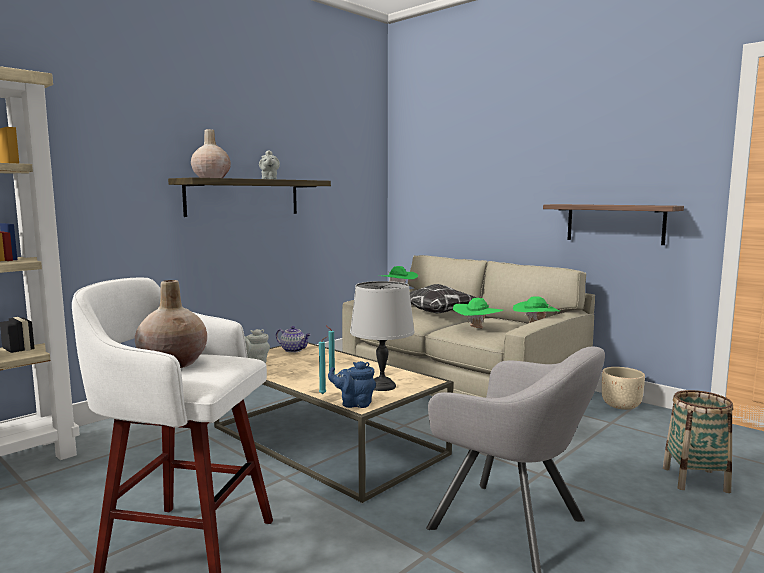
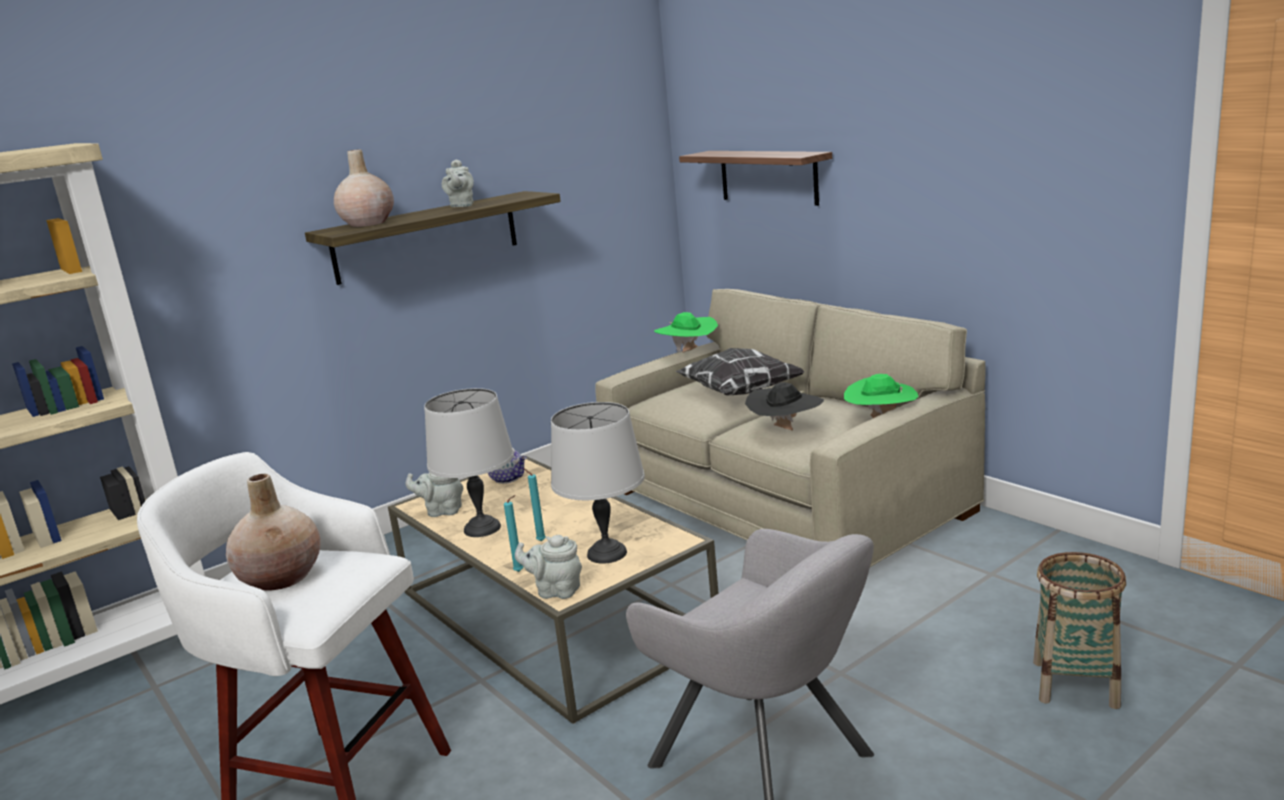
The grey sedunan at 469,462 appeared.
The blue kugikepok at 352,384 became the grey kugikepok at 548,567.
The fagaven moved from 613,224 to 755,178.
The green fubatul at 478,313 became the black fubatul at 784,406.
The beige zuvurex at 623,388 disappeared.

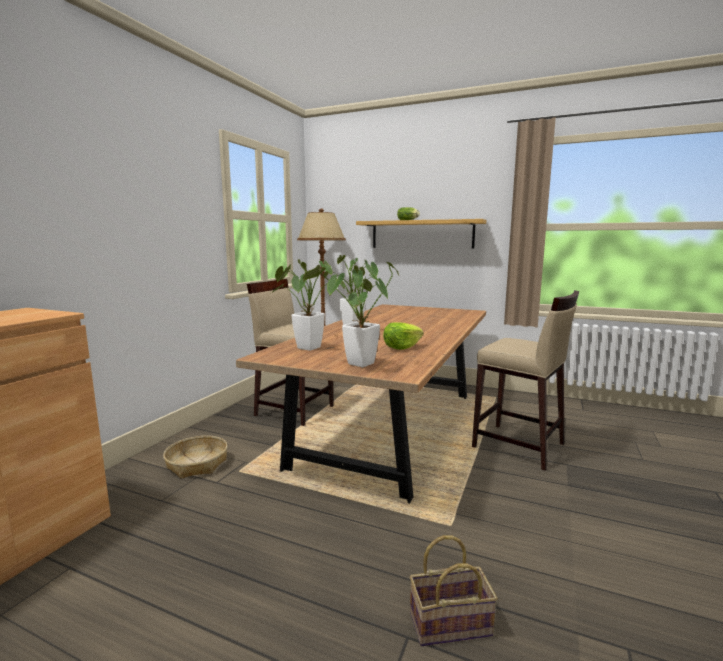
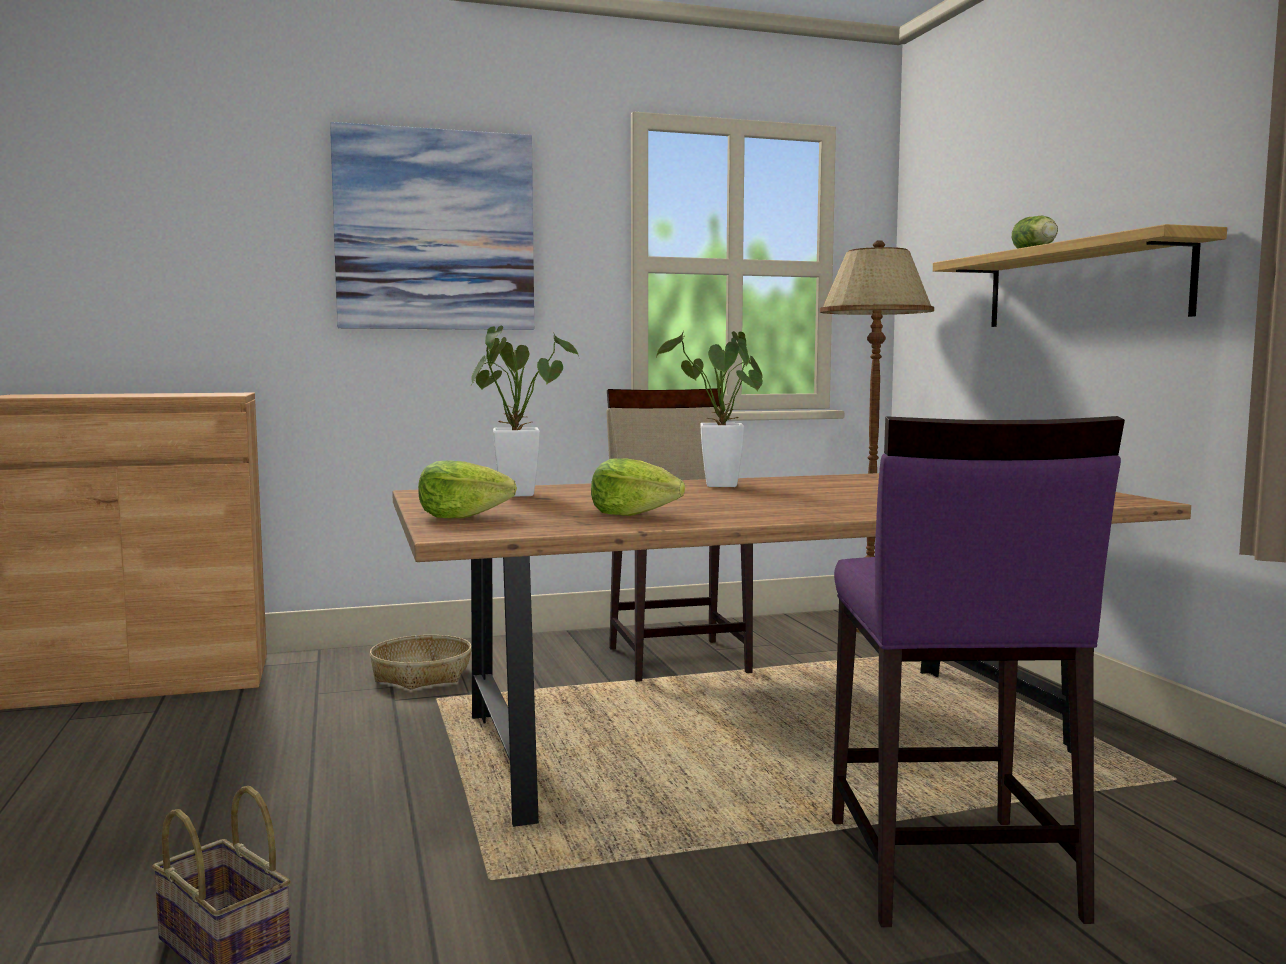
The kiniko at 432,226 appeared.
The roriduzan at 351,314 was replaced by the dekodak at 467,489.
The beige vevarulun at 525,380 became the purple vevarulun at 978,671.

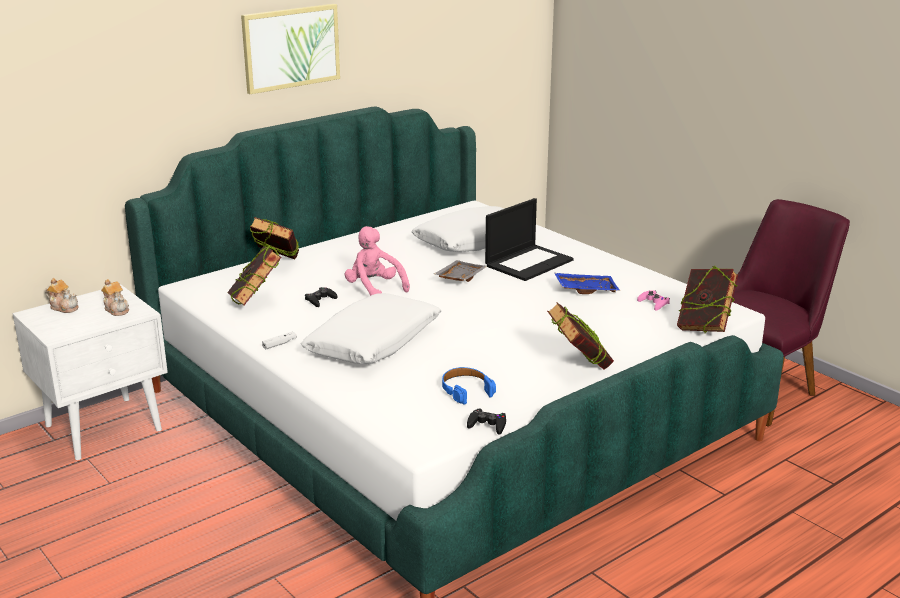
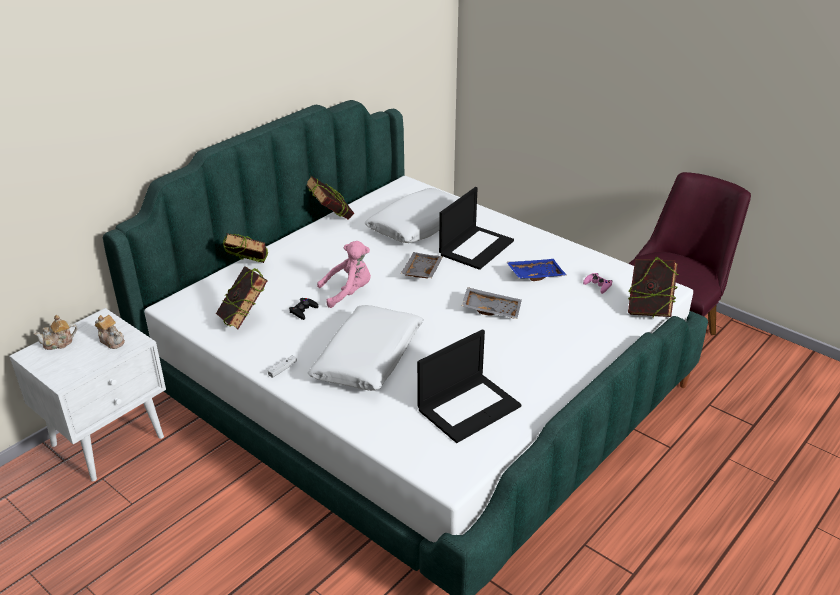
The kugikepok at 62,295 turned 135 degrees clockwise.
The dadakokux moved from 580,336 to 330,197.
The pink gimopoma at 377,261 turned 120 degrees clockwise.
The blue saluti at 469,386 was replaced by the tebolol at 469,386.
The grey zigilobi at 492,303 appeared.
The kiniko at 290,49 disappeared.
The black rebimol at 486,421 disappeared.

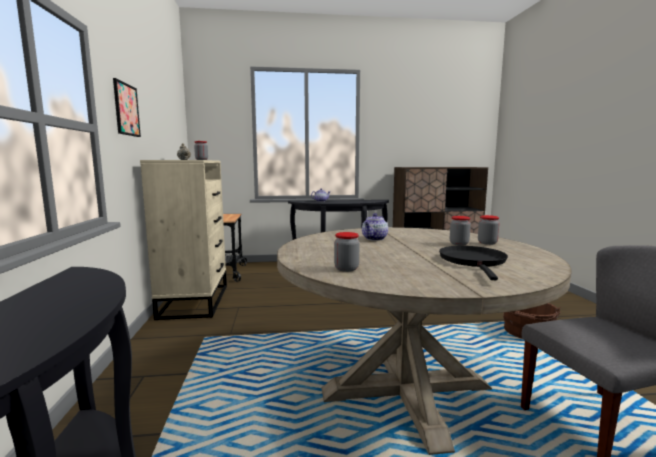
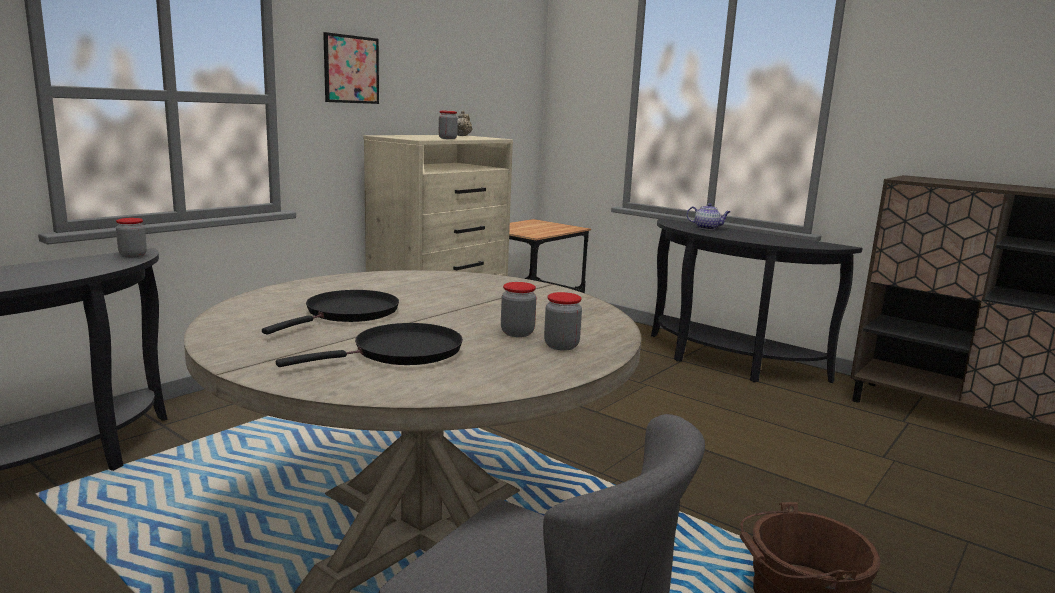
The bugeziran moved from 347,252 to 131,238.
The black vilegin at 330,312 appeared.
The kugikepok at 375,227 disappeared.

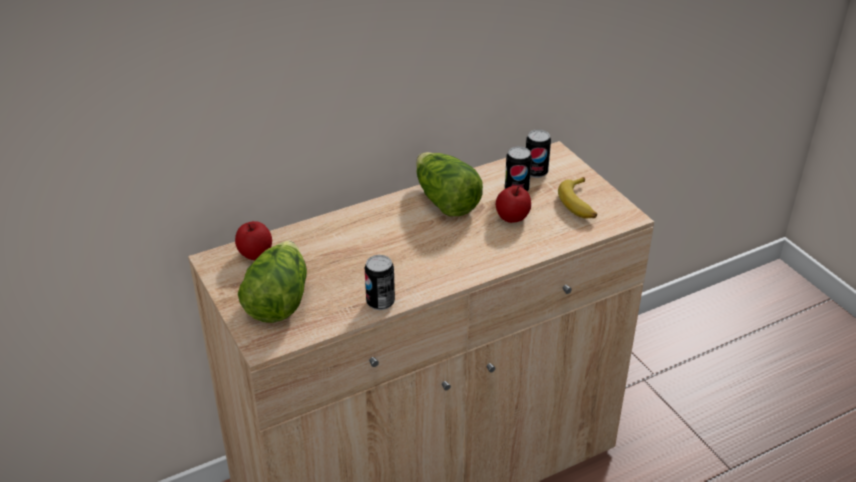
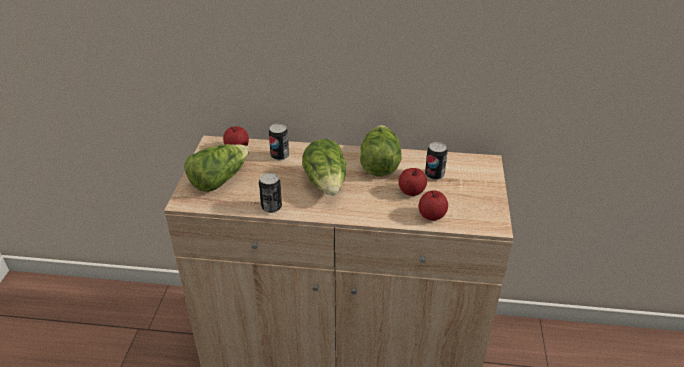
The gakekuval moved from 538,153 to 279,142.
The dekodak at 324,167 appeared.
The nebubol at 433,205 appeared.
The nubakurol at 577,198 disappeared.

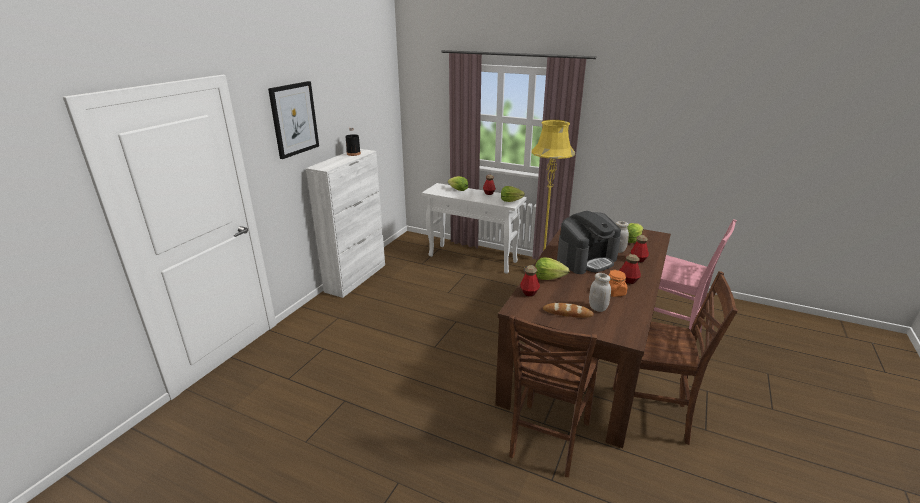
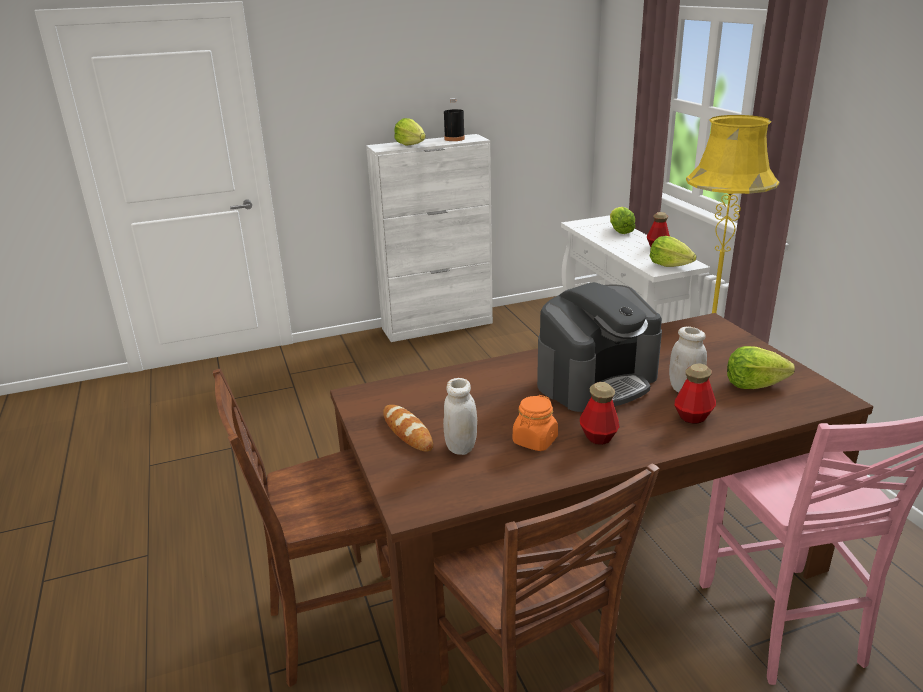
The dekodak moved from 552,268 to 410,132.
The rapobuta at 589,242 turned 45 degrees counterclockwise.
The kiniko at 293,120 disappeared.
The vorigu at 530,280 disappeared.

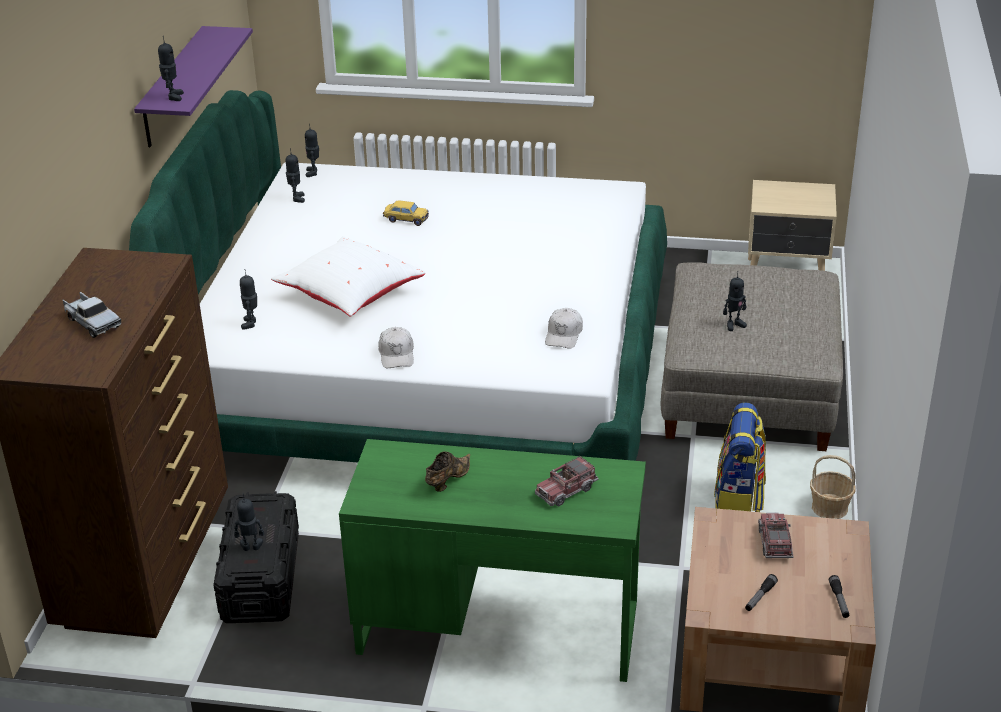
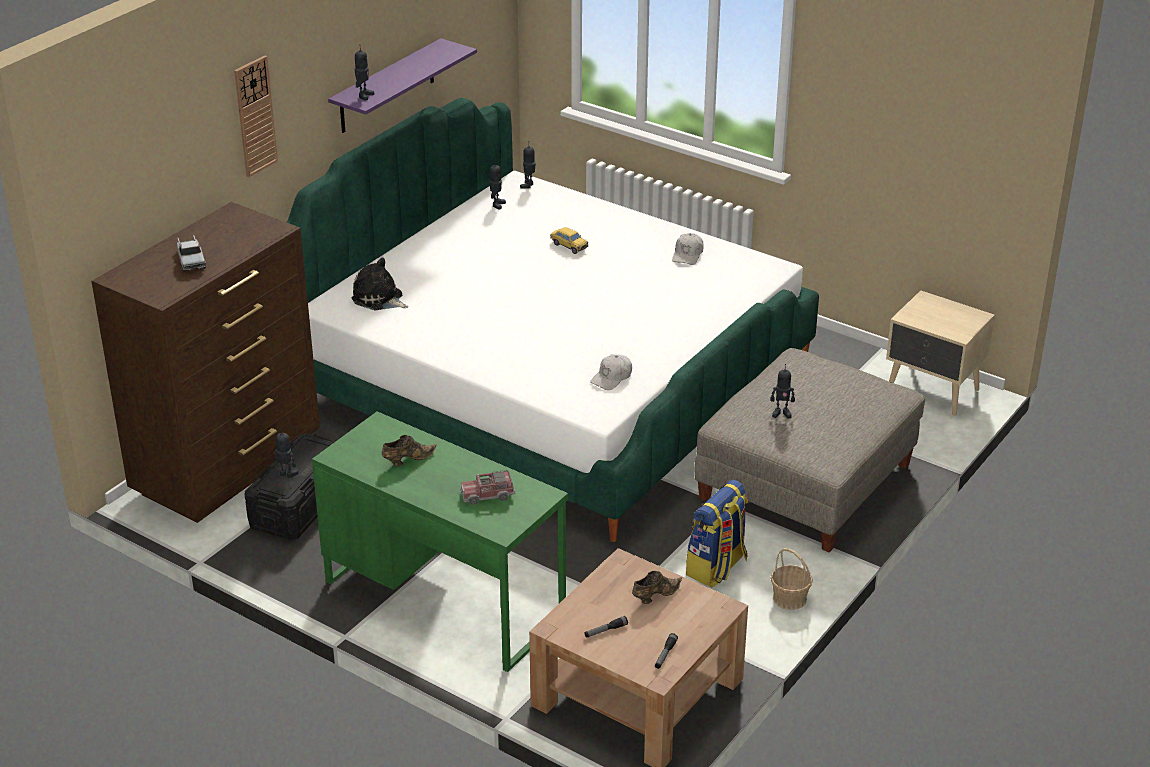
The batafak at 256,116 appeared.
The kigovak at 248,299 was replaced by the gimopoma at 380,284.
The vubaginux at 776,535 was replaced by the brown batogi at 657,587.
The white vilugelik moved from 396,347 to 688,249.
The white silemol at 348,276 disappeared.

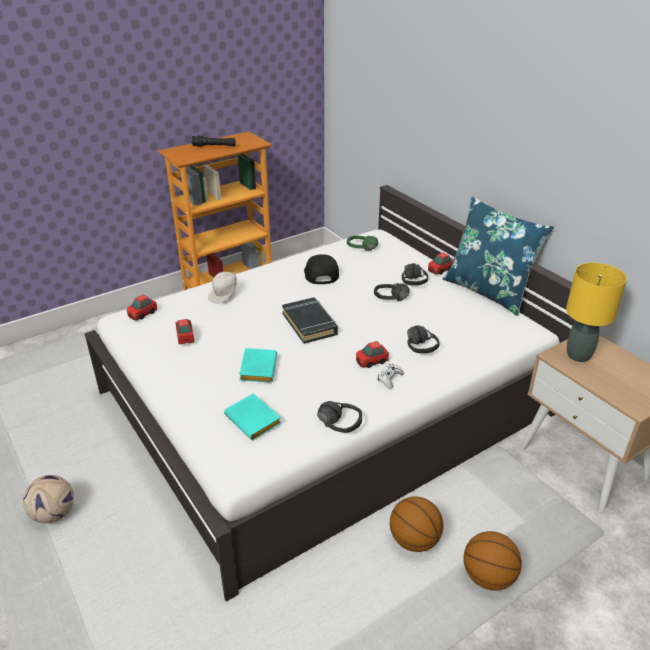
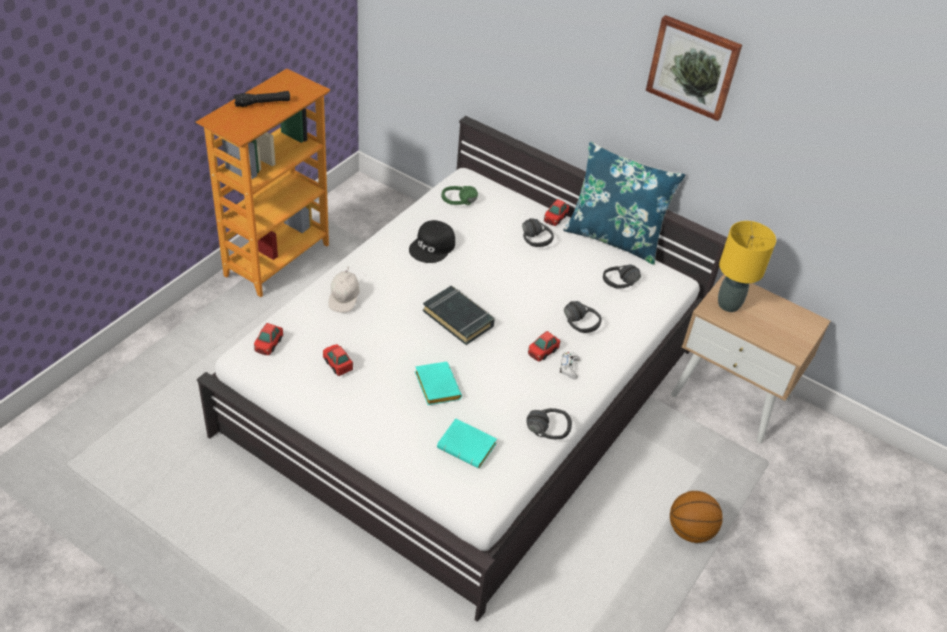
The black vilugelik at 321,269 turned 120 degrees counterclockwise.
The black saluti moved from 392,292 to 622,277.
The kiniko at 694,68 appeared.
The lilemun at 48,499 disappeared.
The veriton at 416,524 disappeared.

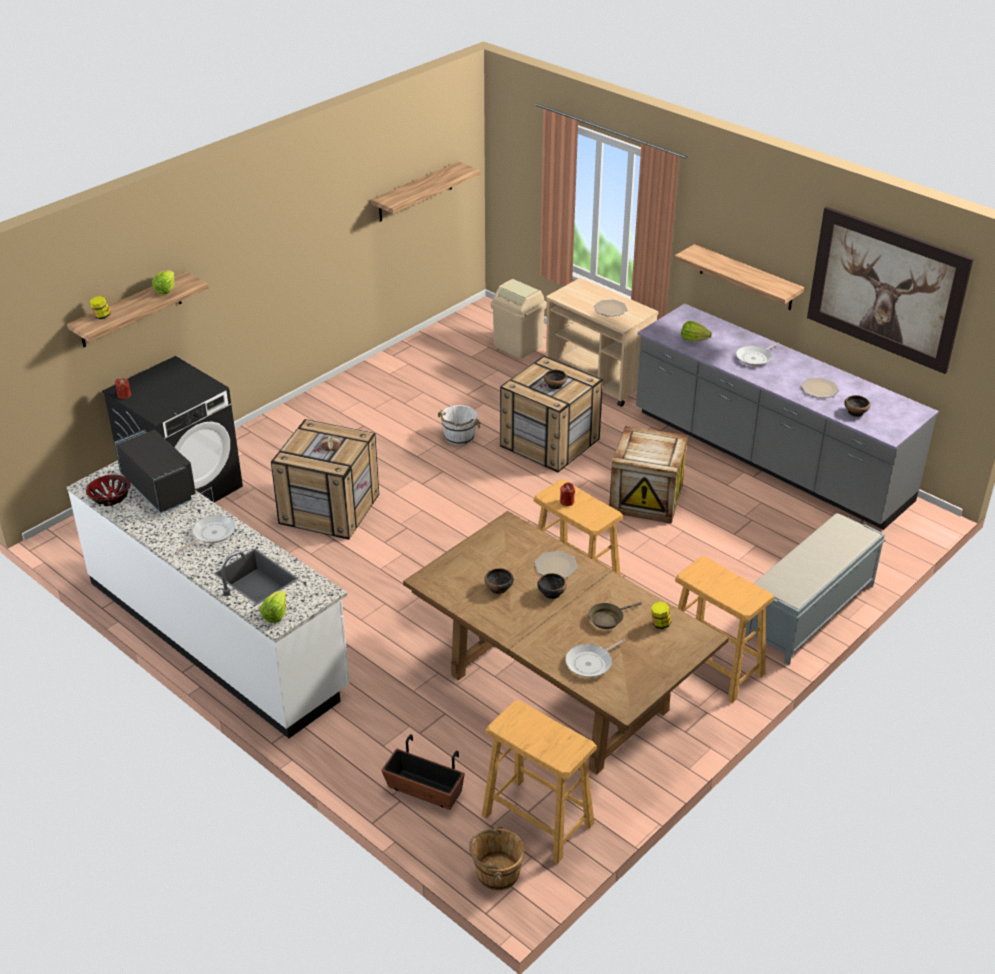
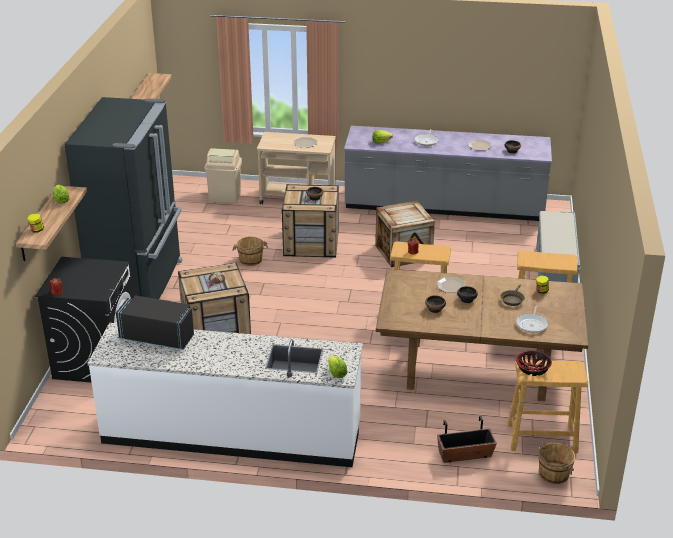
The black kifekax at 123,198 appeared.
The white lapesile at 459,425 became the brown lapesile at 250,251.
The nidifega moved from 108,490 to 534,363.
The vilegin at 206,533 disappeared.
The fagaven at 739,277 disappeared.
The kiniko at 890,290 disappeared.

